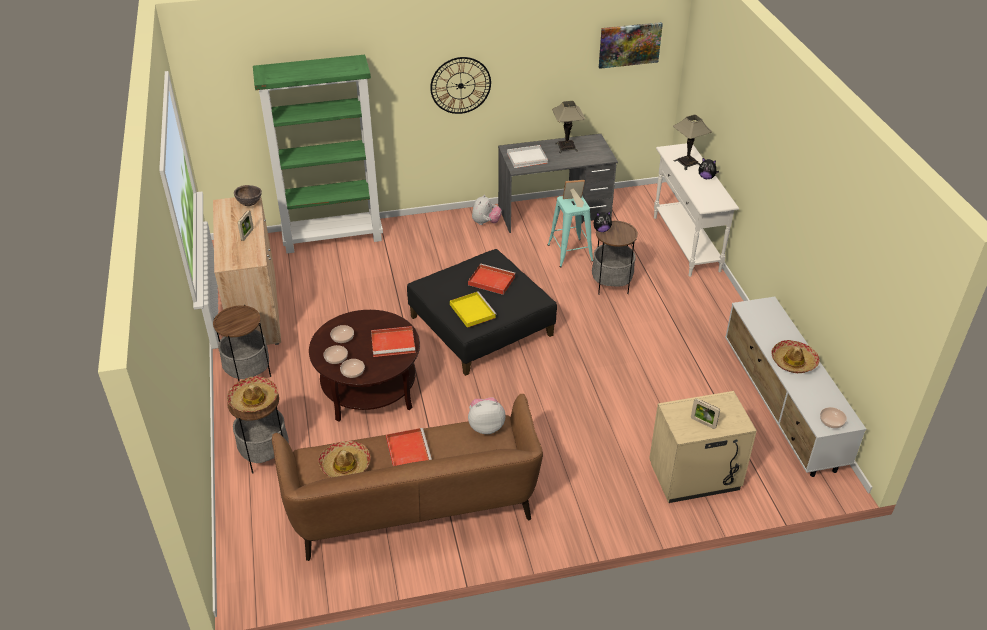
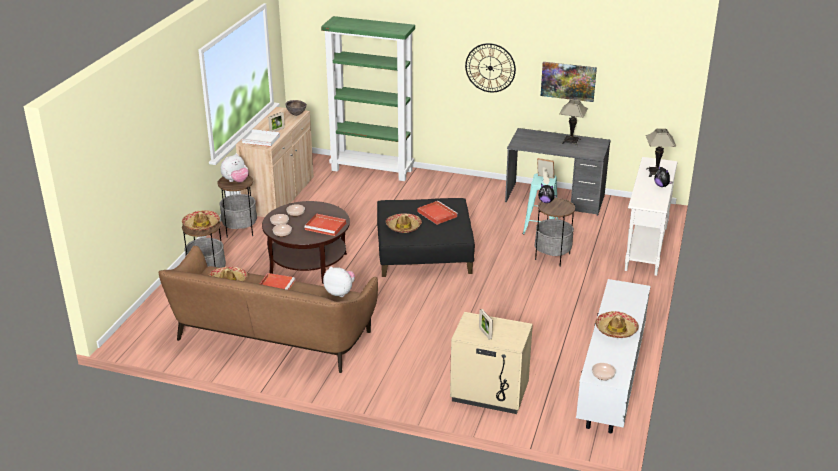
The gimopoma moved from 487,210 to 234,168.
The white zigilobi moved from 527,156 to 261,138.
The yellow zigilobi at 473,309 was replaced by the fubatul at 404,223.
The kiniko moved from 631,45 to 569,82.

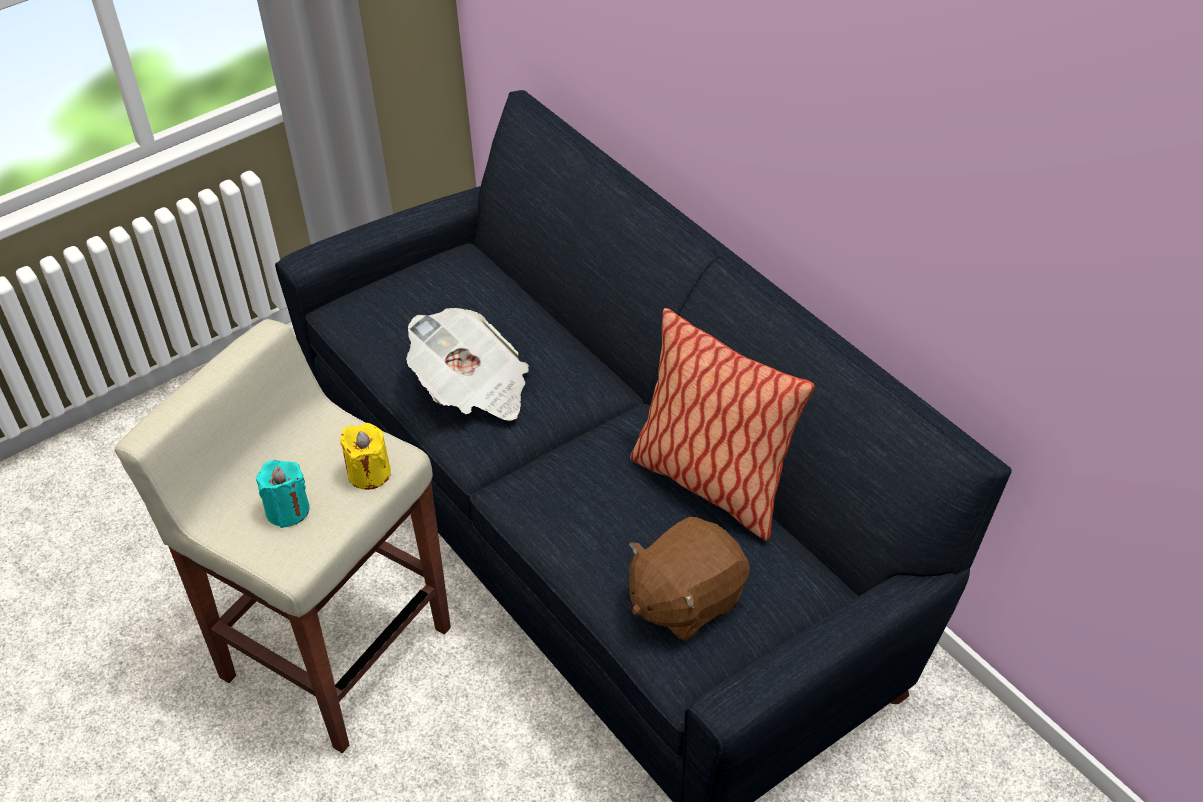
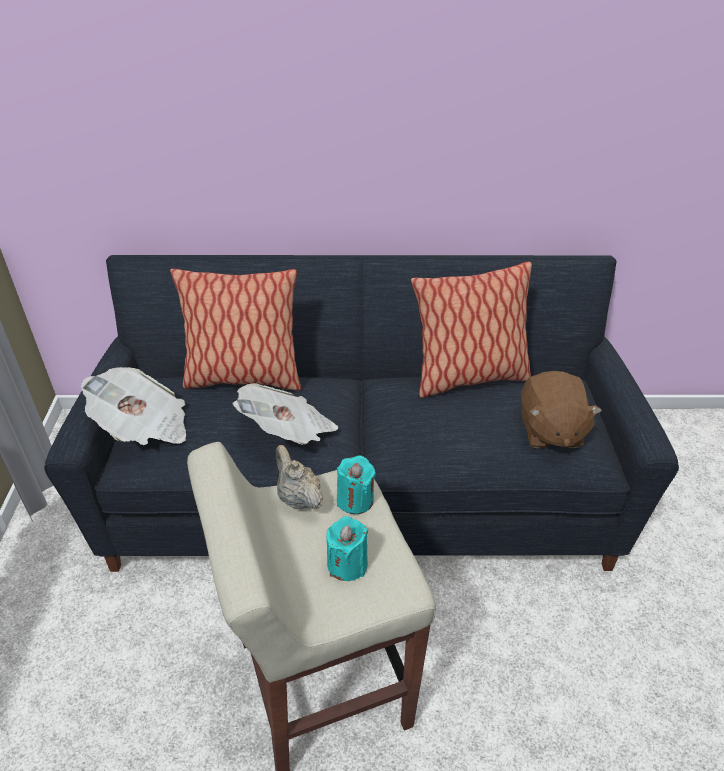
The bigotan at 133,406 appeared.
The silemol at 235,330 appeared.
The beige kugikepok at 299,477 appeared.
The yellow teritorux at 365,456 became the turquoise teritorux at 356,485.

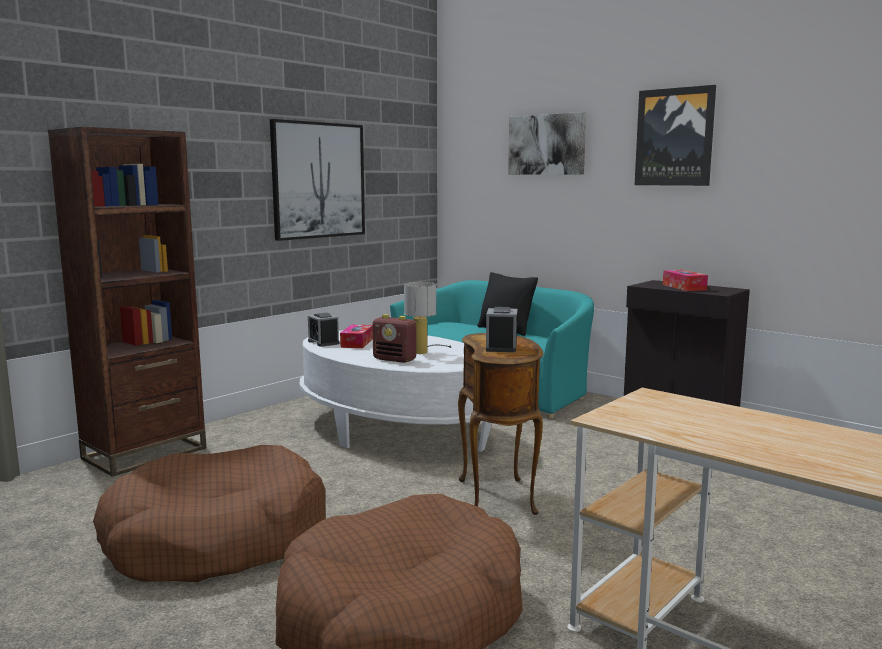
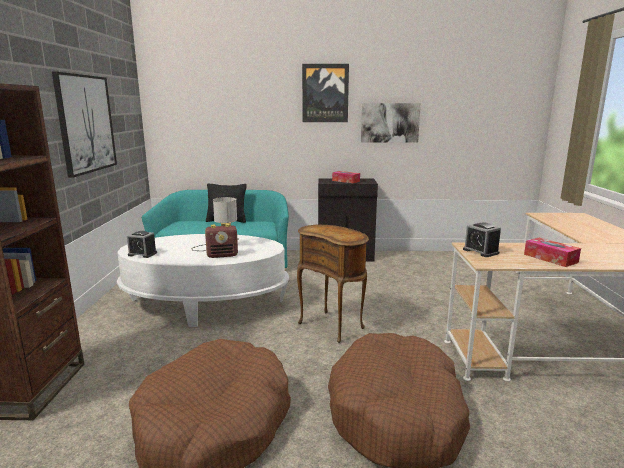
The kiniko moved from 547,143 to 391,123.
The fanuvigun moved from 501,329 to 482,240.
The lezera moved from 356,336 to 552,252.

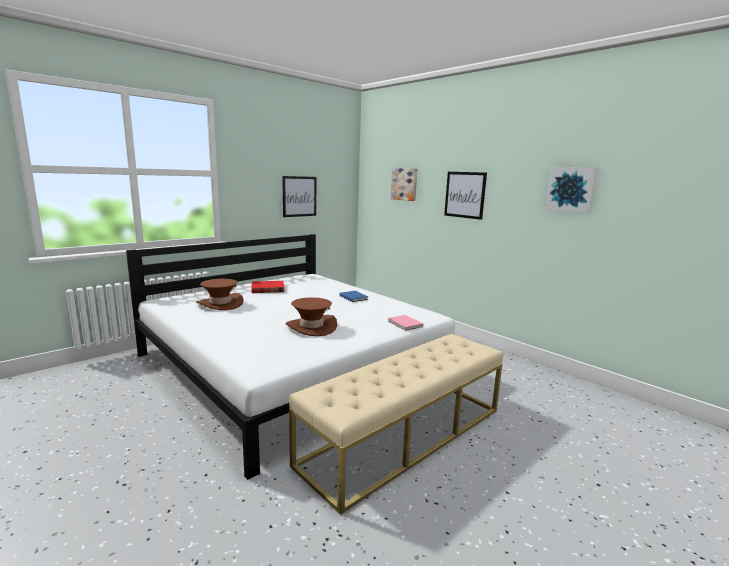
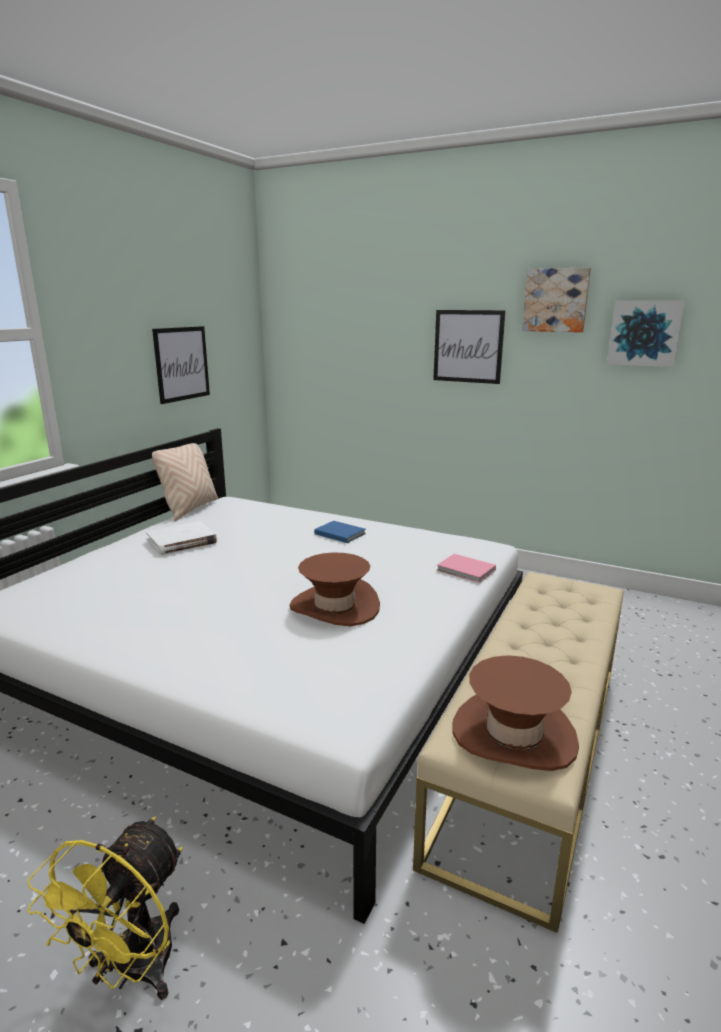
The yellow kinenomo at 105,908 appeared.
The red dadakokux at 268,287 became the white dadakokux at 181,538.
The beige silemol at 184,482 appeared.
The brown fubatul moved from 220,294 to 515,713.
The kiniko moved from 404,184 to 556,299.

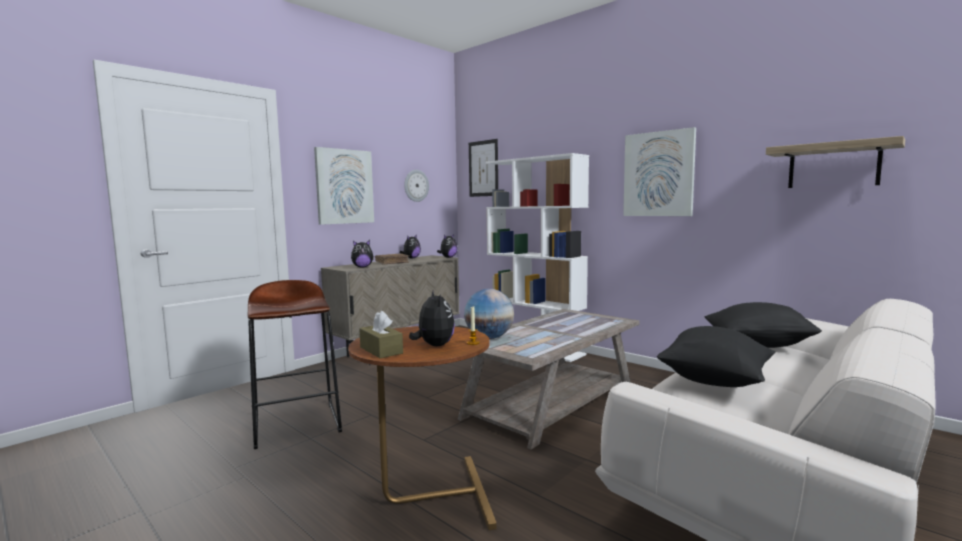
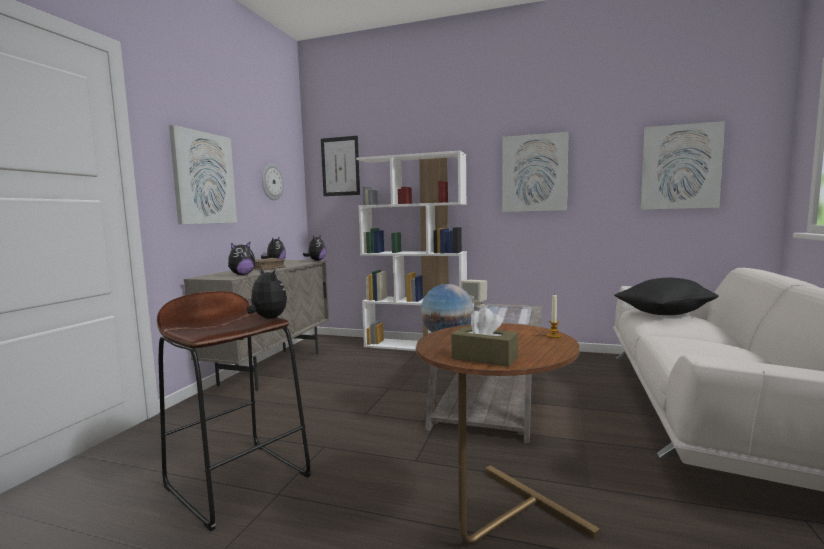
The gimopoma moved from 432,318 to 267,293.
The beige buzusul at 474,294 appeared.
The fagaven at 835,162 was replaced by the kiniko at 683,165.
The black silemol at 716,356 disappeared.

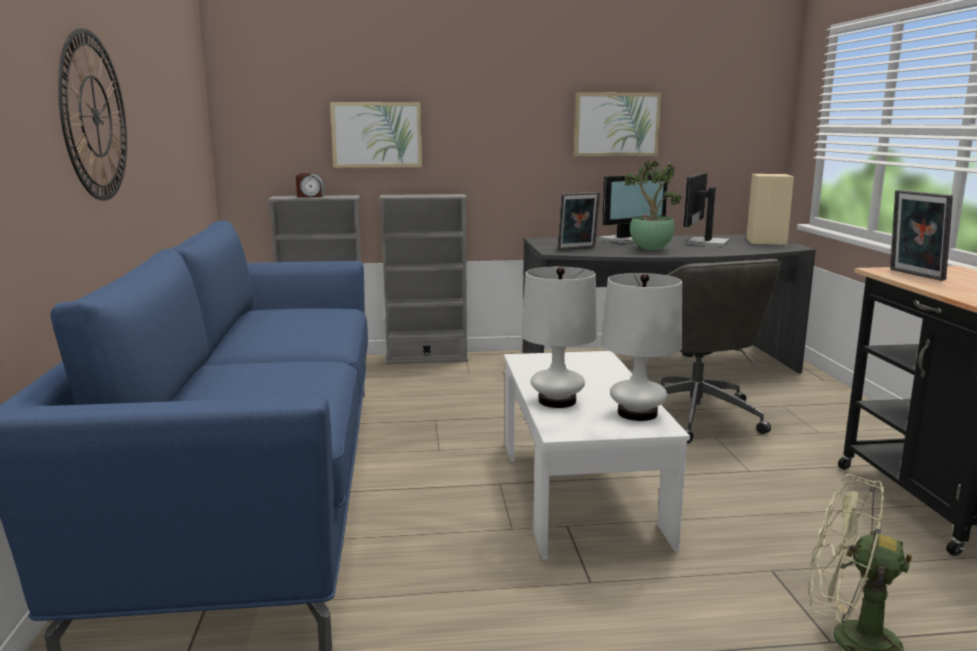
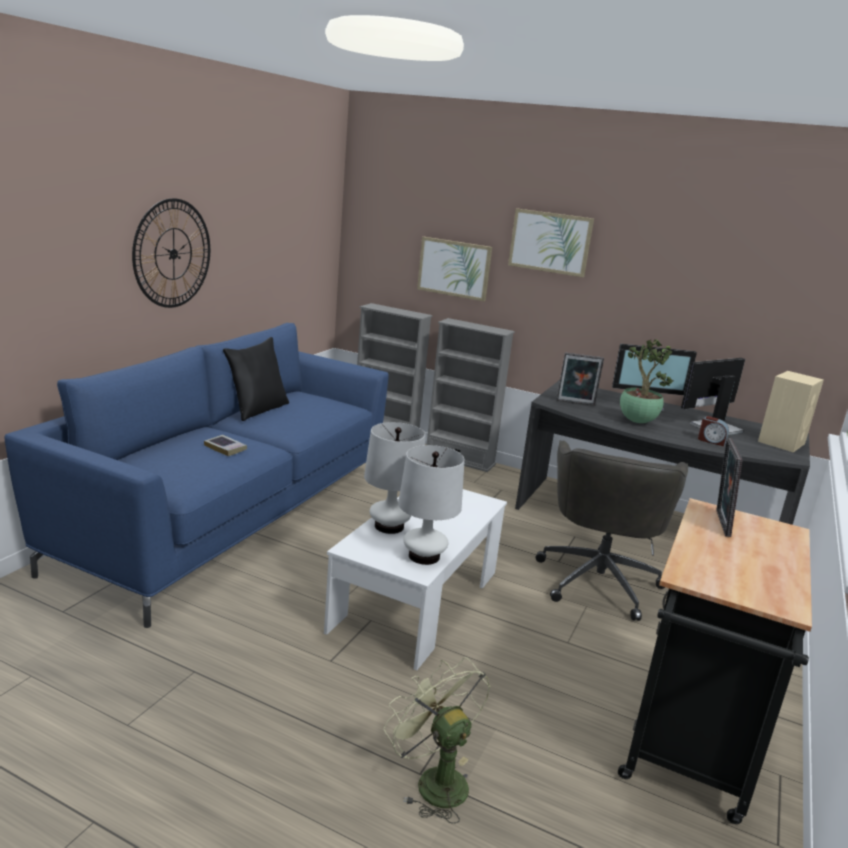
The dadakokux at 225,445 appeared.
The black silemol at 256,379 appeared.
The kiniko moved from 617,124 to 551,242.
The fanuvigun moved from 310,185 to 713,431.

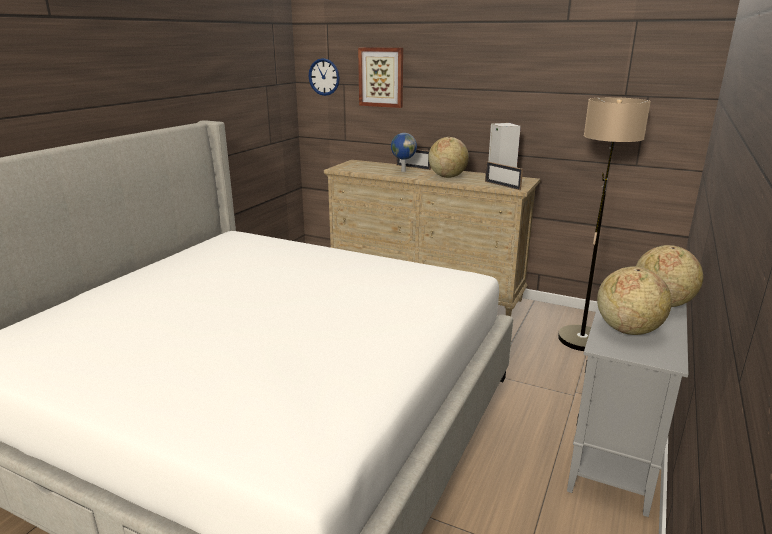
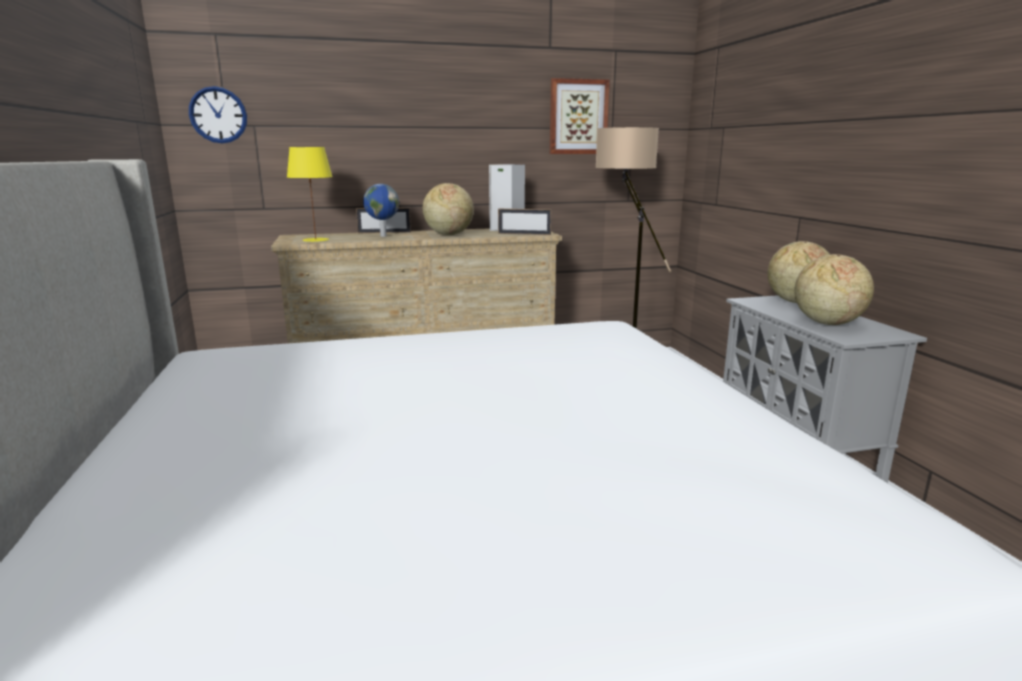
The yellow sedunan at 310,194 appeared.
The kiniko moved from 380,77 to 580,116.

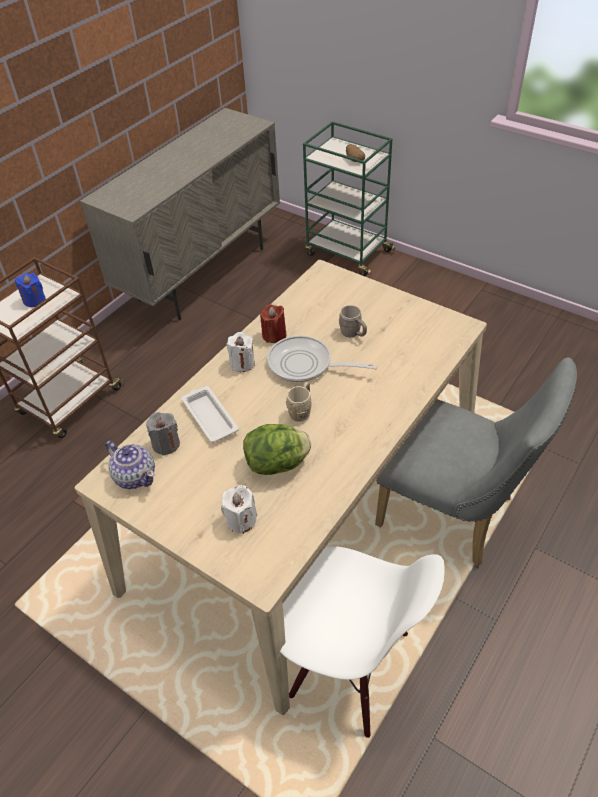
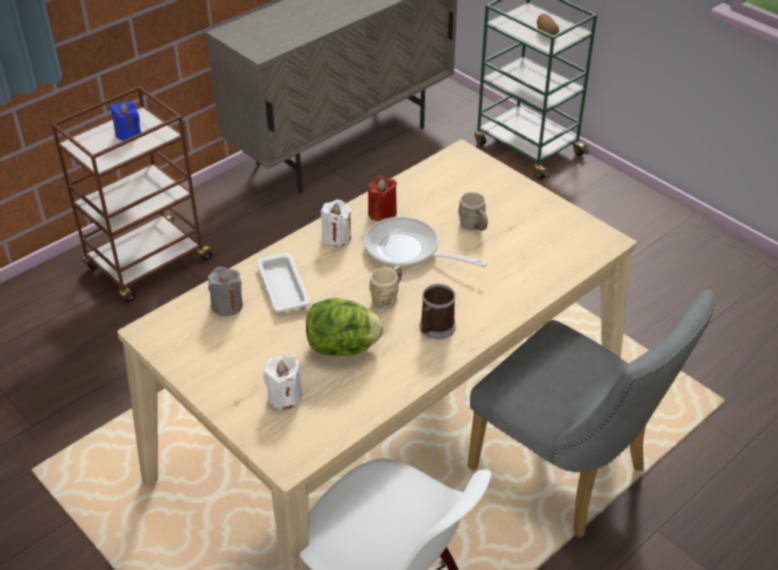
The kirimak at 438,312 appeared.
The kugikepok at 130,465 disappeared.

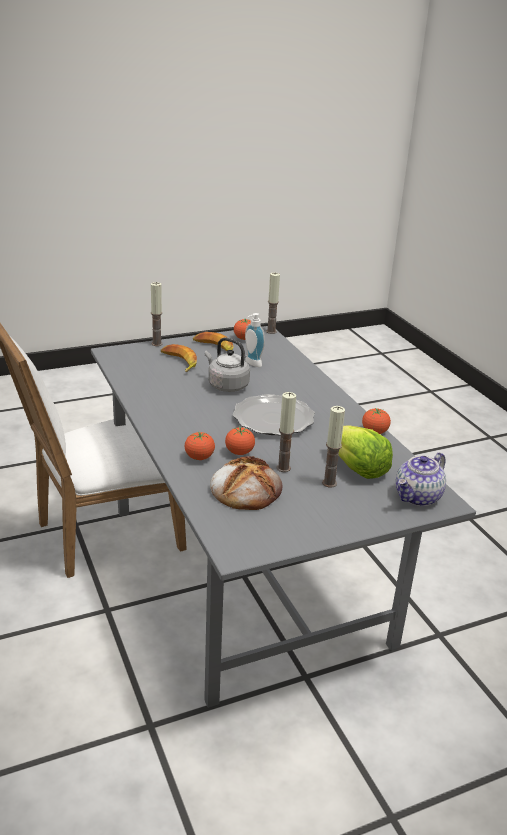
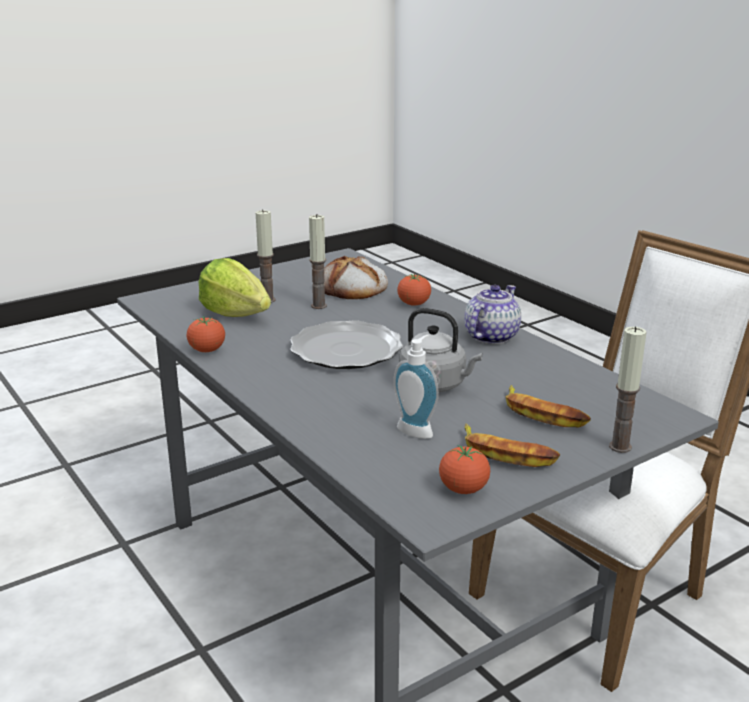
The kugikepok moved from 421,479 to 492,314.
The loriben at 240,441 disappeared.
The teritorux at 273,303 disappeared.

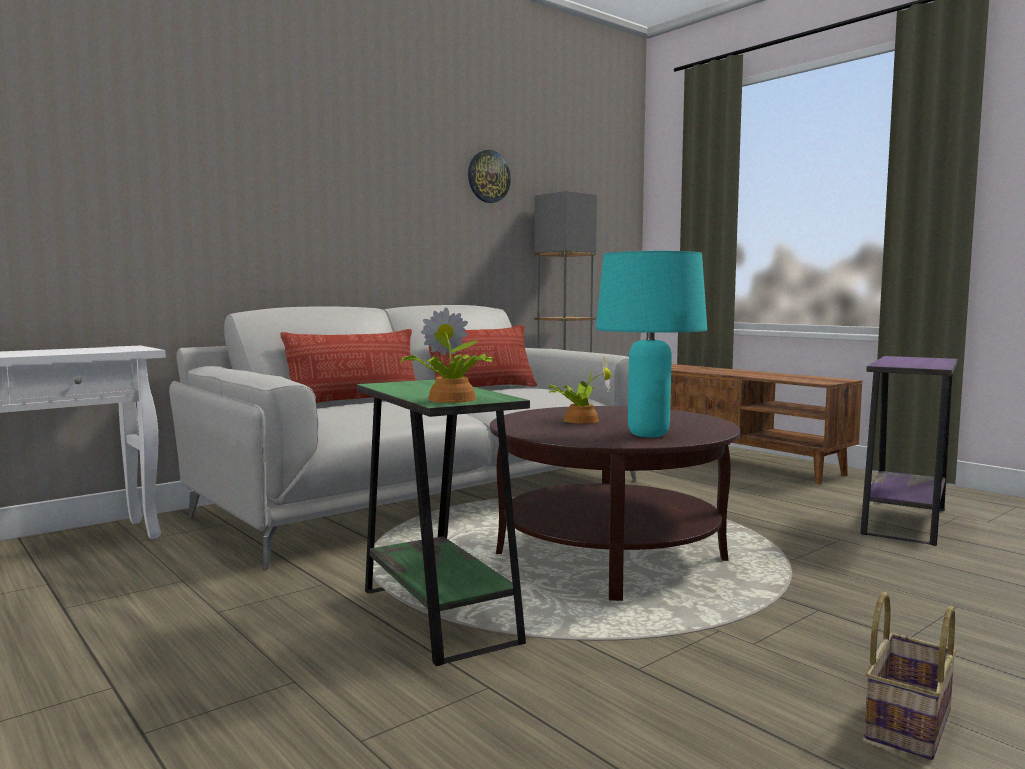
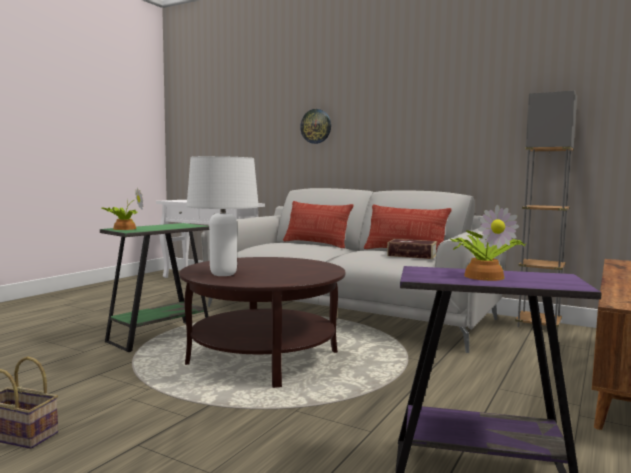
The turquoise sedunan at 651,344 became the white sedunan at 223,216.
The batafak moved from 489,176 to 315,126.
The dadakokux at 412,249 appeared.
The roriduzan moved from 579,392 to 488,243.

